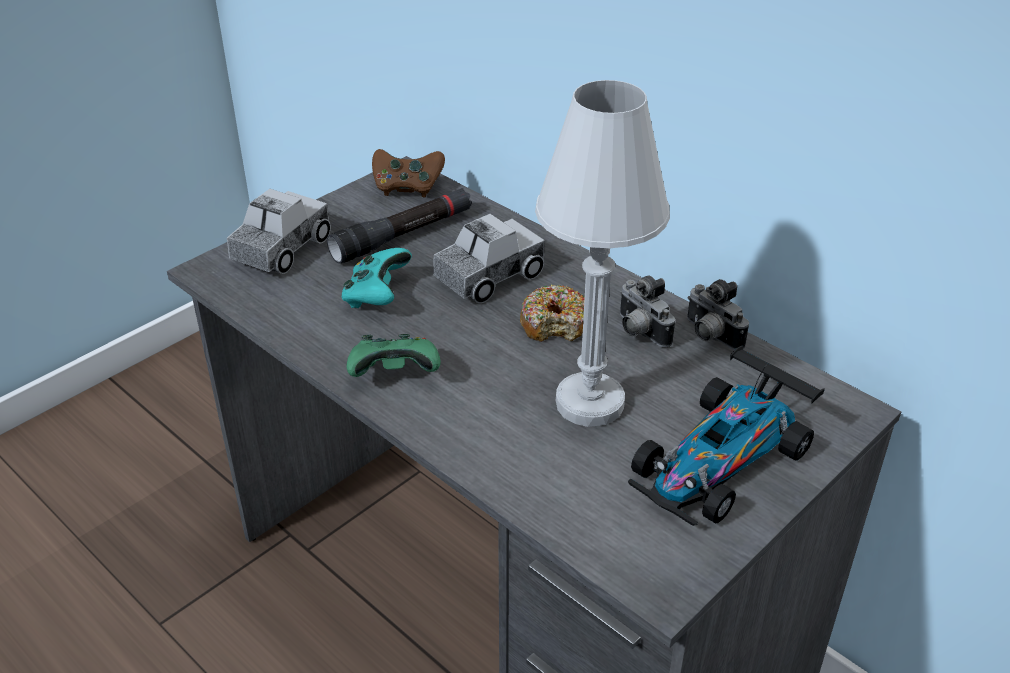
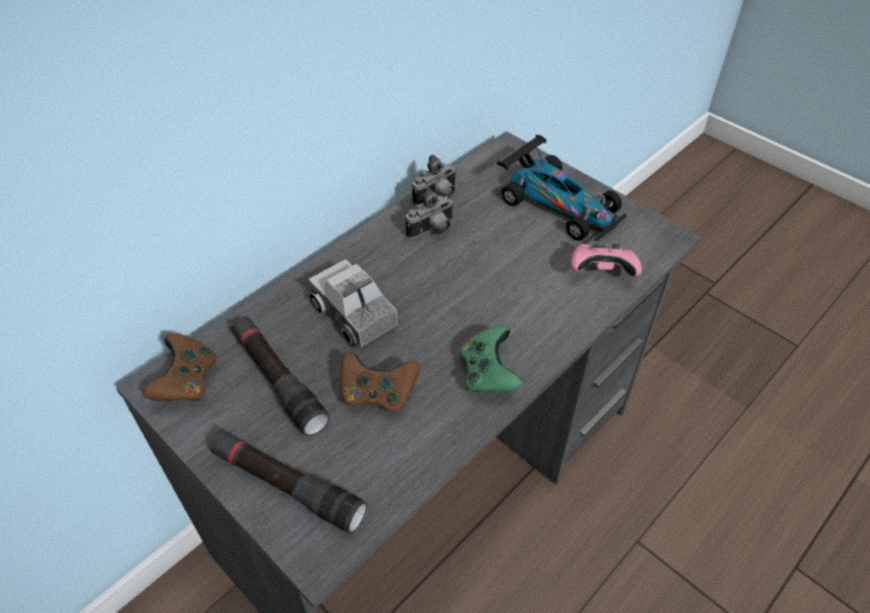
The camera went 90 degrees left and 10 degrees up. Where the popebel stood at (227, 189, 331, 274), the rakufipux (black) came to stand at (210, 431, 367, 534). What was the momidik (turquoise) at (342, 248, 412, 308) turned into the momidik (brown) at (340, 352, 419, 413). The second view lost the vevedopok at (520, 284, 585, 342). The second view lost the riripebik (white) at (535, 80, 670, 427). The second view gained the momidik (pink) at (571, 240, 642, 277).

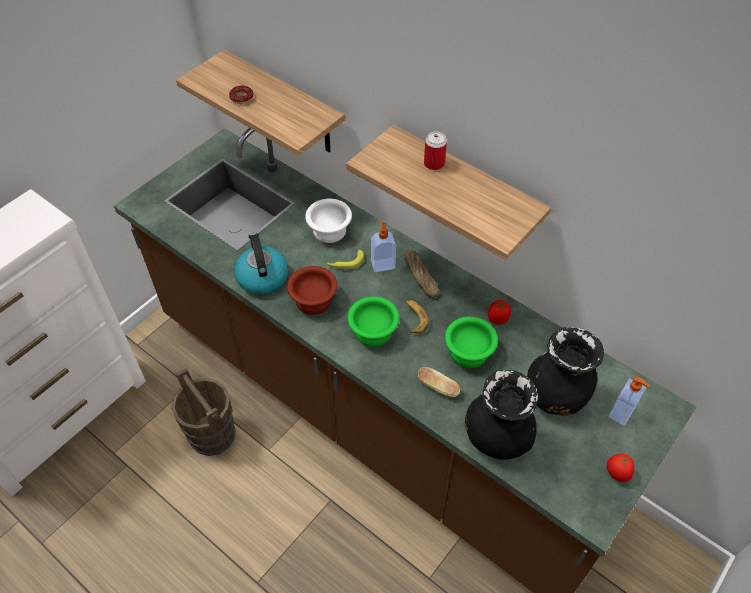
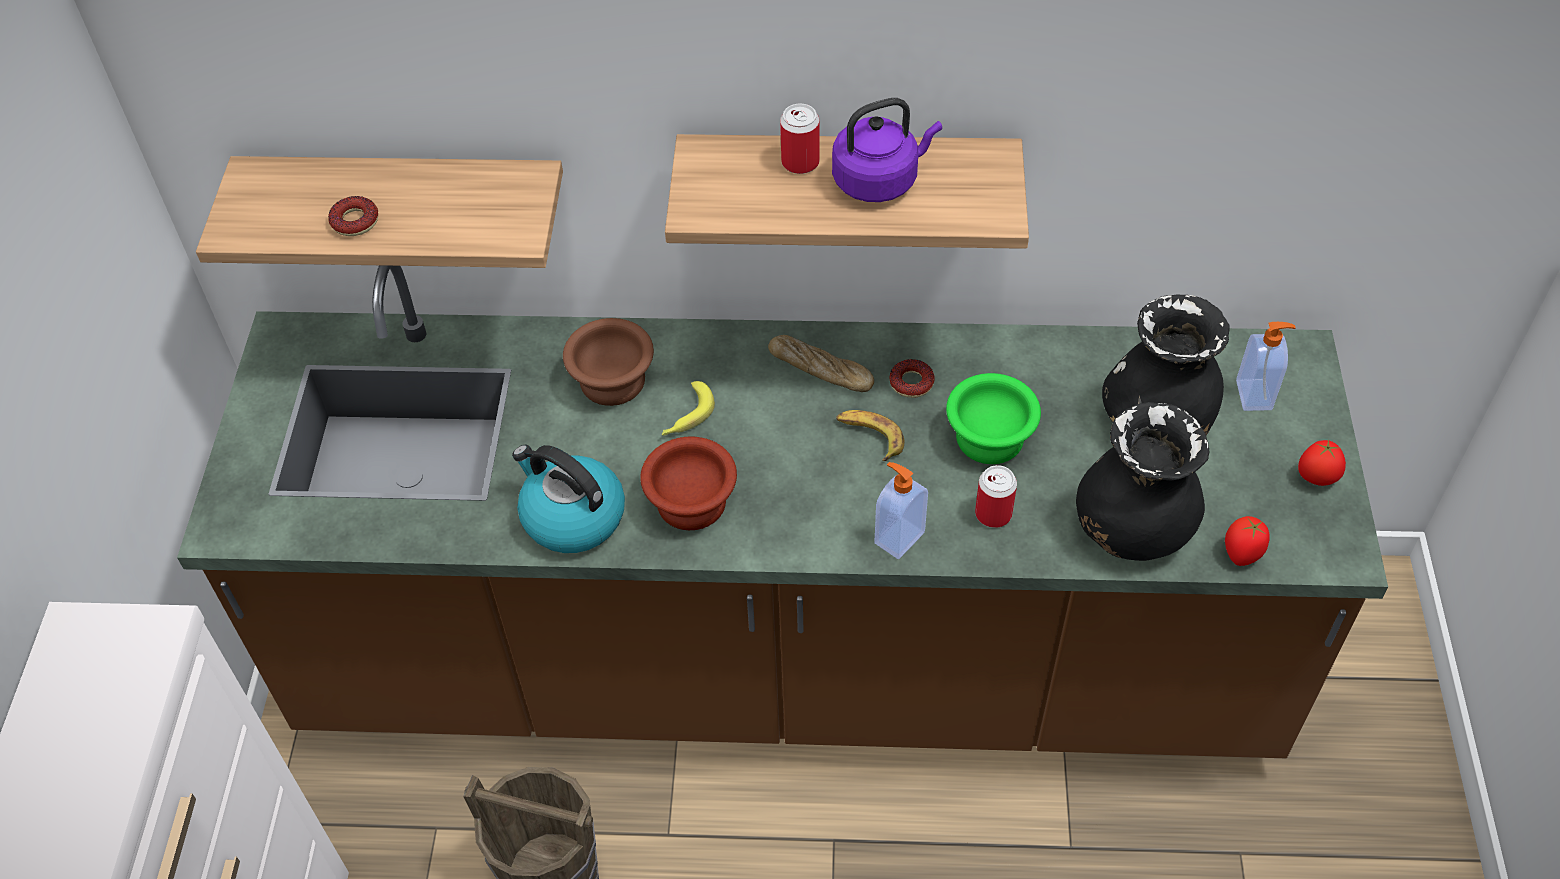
The camera went 35 degrees left and 0 degrees up. What was the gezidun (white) at (305, 199, 352, 243) turned into the gezidun (brown) at (563, 318, 654, 406). The second view lost the gezidun (green) at (347, 296, 399, 347). The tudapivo ended up elsewhere, having gone from (371, 222, 396, 272) to (875, 462, 928, 559). Where the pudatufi stood at (418, 367, 460, 397), the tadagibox came to stand at (975, 465, 1017, 528). The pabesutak ended up elsewhere, having gone from (488, 300, 511, 325) to (1225, 516, 1270, 566). The second view gained the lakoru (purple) at (832, 98, 942, 202). The second view gained the vevedopok at (889, 359, 935, 398).

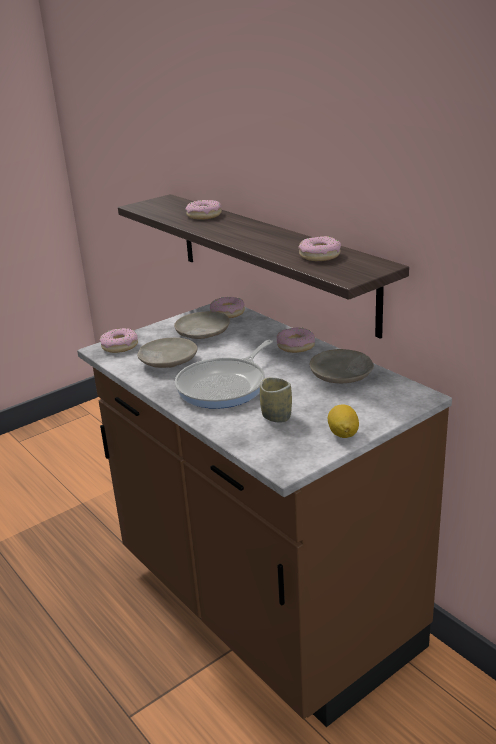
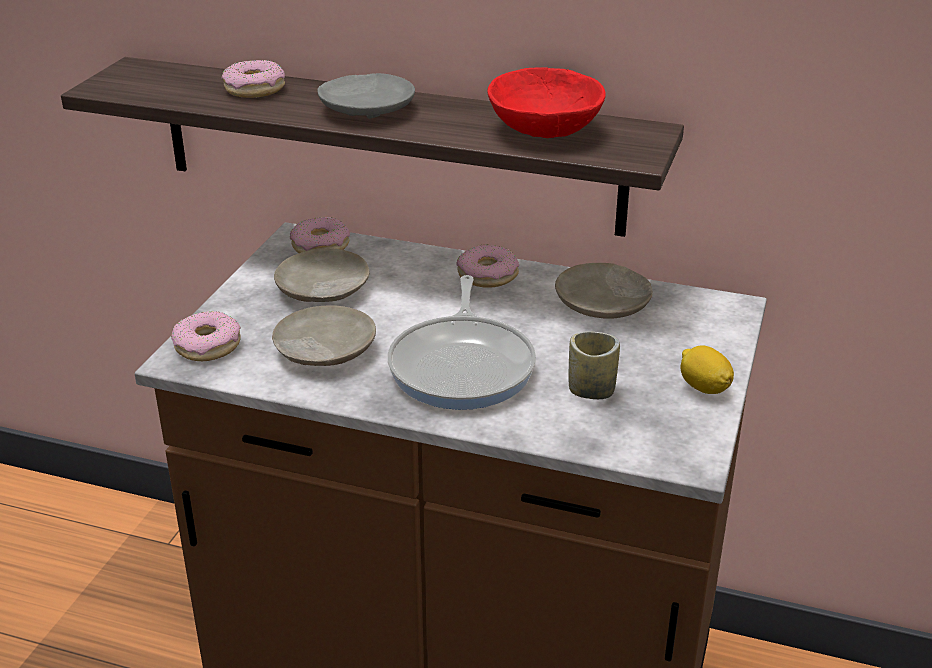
The camera went 35 degrees left and 5 degrees up. Where the vevedopok stood at (298, 236, 341, 261), the gezidun (red) came to stand at (488, 67, 606, 138). The second view gained the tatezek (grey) at (317, 73, 415, 119).

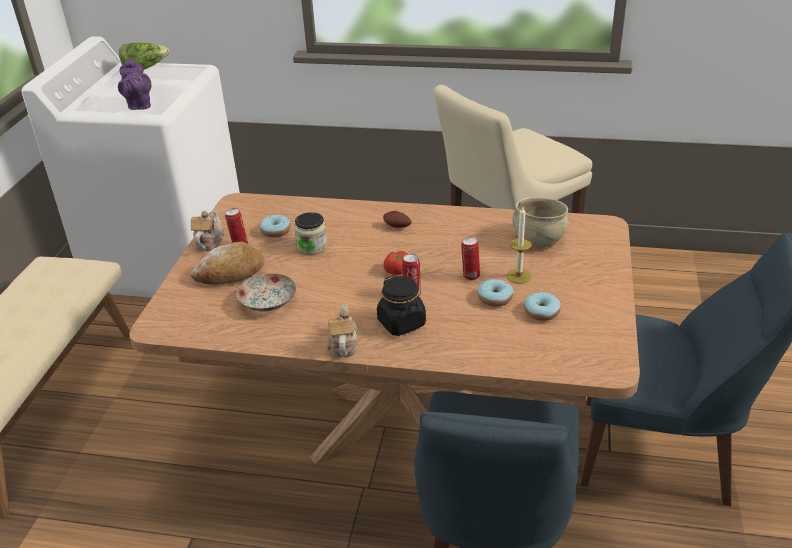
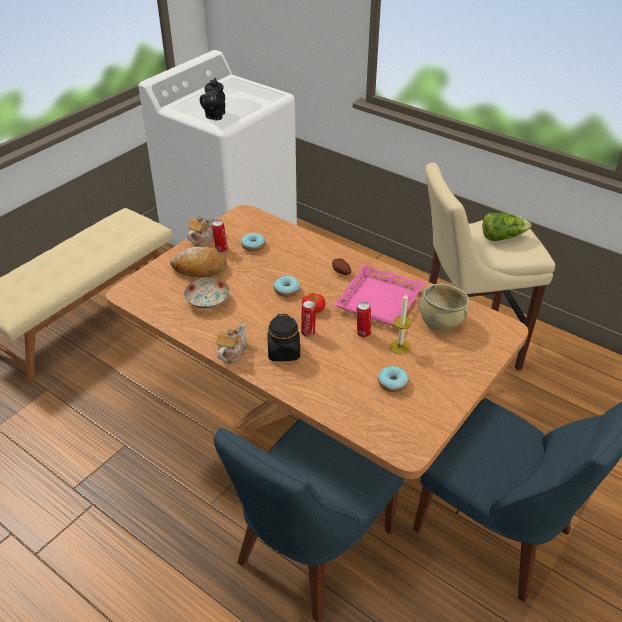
The camera went 25 degrees right and 5 degrees up. What was the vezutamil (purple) at (118, 58, 151, 110) turned into the vezutamil (black) at (200, 78, 225, 121). The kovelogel ended up elsewhere, having gone from (119, 42, 169, 70) to (483, 213, 531, 241). The second view lost the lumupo at (294, 212, 328, 255). The vevedopok ended up elsewhere, having gone from (478, 279, 513, 307) to (274, 276, 300, 297). The second view gained the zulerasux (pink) at (333, 264, 426, 326).

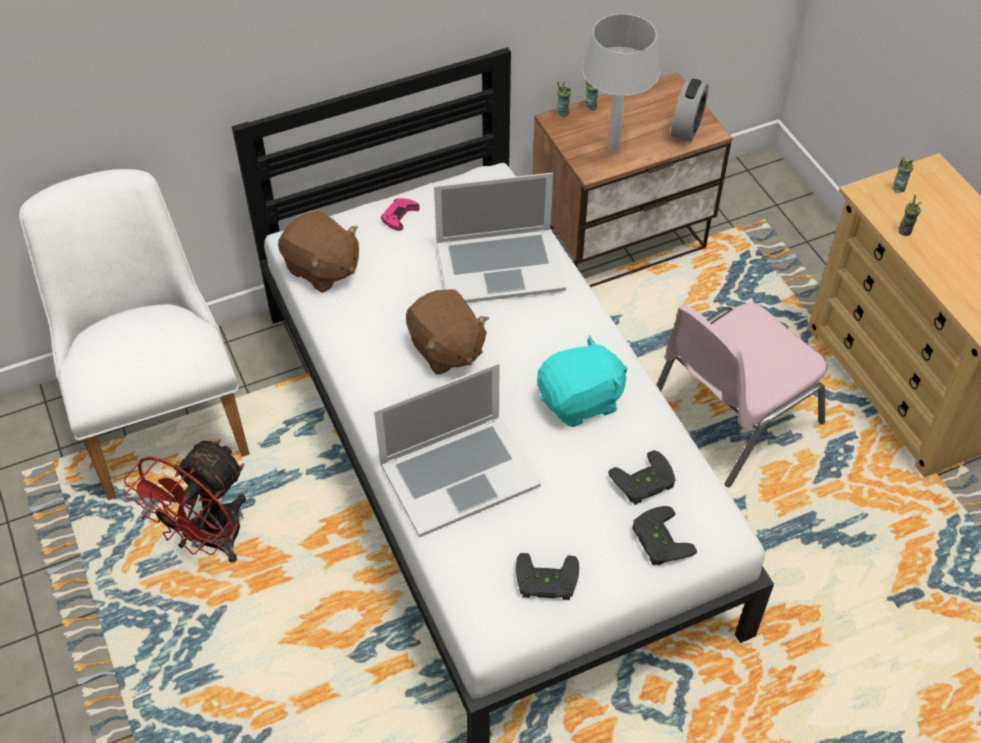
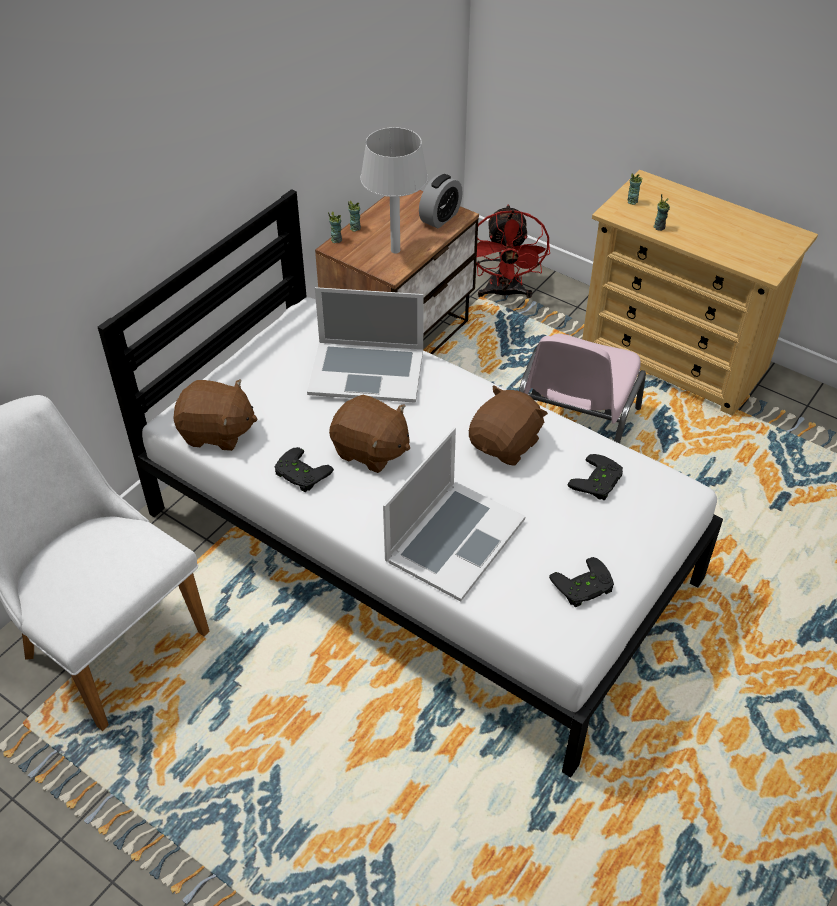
The camera went 30 degrees left and 5 degrees down. The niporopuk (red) ended up elsewhere, having gone from (124, 439, 246, 563) to (476, 205, 550, 299). The second view lost the momidik (pink) at (381, 198, 420, 231). The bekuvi at (434, 173, 566, 303) ended up facing another way, 45 degrees clockwise from before. What was the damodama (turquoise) at (537, 335, 627, 427) turned into the damodama (brown) at (469, 385, 548, 466). The momidik (black) ended up elsewhere, having gone from (632, 506, 697, 565) to (275, 447, 334, 492). The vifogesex at (671, 79, 709, 142) ended up facing another way, 45 degrees clockwise from before.

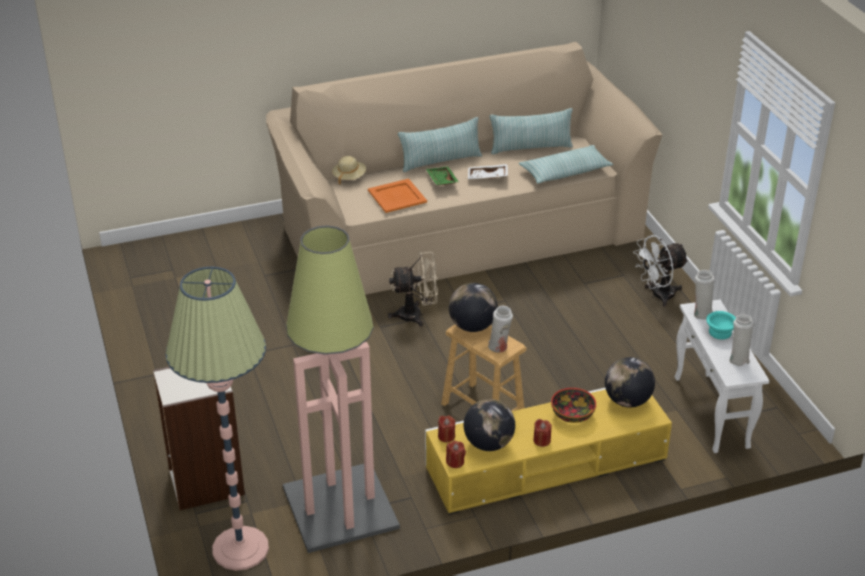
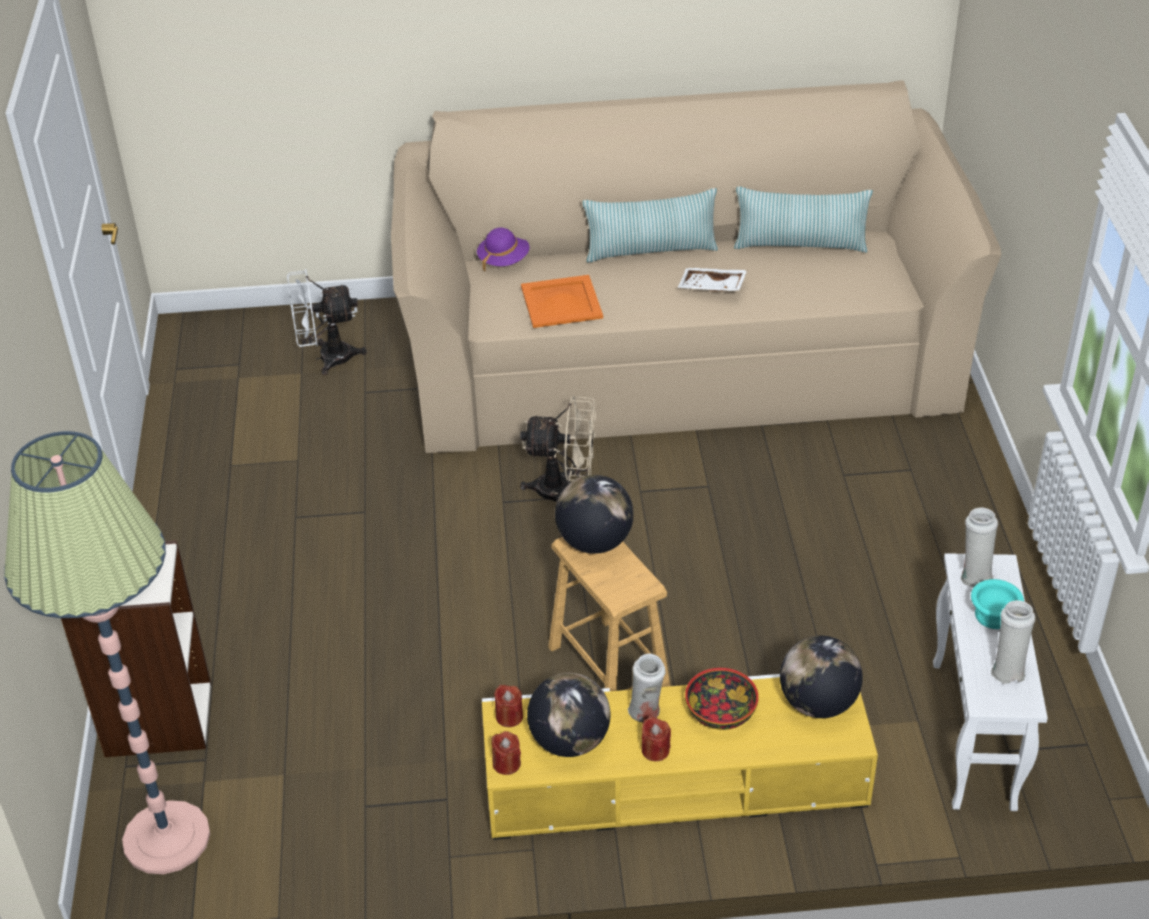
The camera went 15 degrees right and 5 degrees up. The second view lost the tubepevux at (283, 225, 400, 553). What was the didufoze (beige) at (332, 156, 366, 185) turned into the didufoze (purple) at (477, 228, 530, 272). The second view lost the zulerasux (green) at (426, 166, 459, 186). The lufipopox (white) ended up elsewhere, having gone from (488, 306, 513, 352) to (628, 653, 666, 722). The second view lost the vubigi at (519, 145, 613, 183). The niporopuk (white) ended up elsewhere, having gone from (633, 235, 689, 307) to (287, 269, 367, 375).

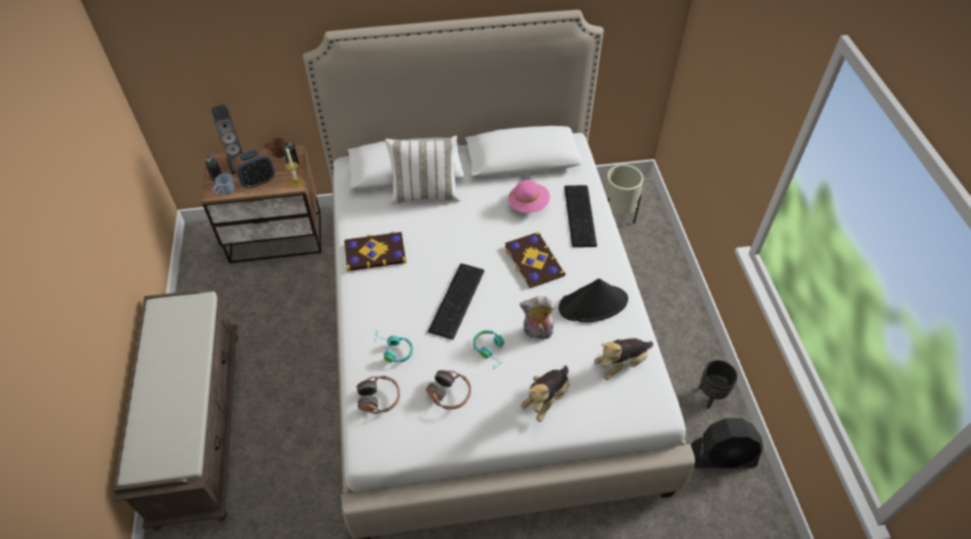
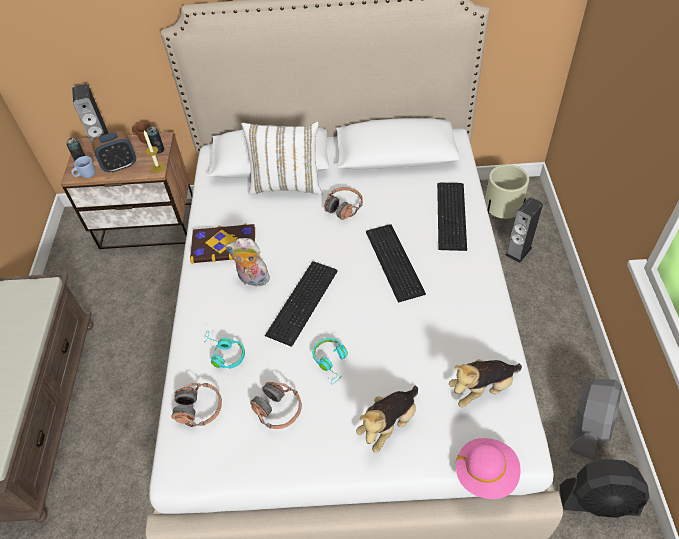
The camera went 10 degrees right and 0 degrees up. Where the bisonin stood at (505, 232, 565, 288), the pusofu came to stand at (366, 224, 426, 303). The didufoze (pink) ended up elsewhere, having gone from (508, 180, 550, 213) to (455, 438, 521, 499). The damodama ended up elsewhere, having gone from (520, 296, 555, 340) to (225, 238, 270, 287). The second view lost the didufoze (black) at (558, 278, 628, 322). Where the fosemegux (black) stood at (699, 360, 738, 409), the niporopuk (grey) came to stand at (570, 379, 622, 460). The second view gained the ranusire at (324, 187, 363, 220). The second view gained the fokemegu at (505, 197, 543, 263).

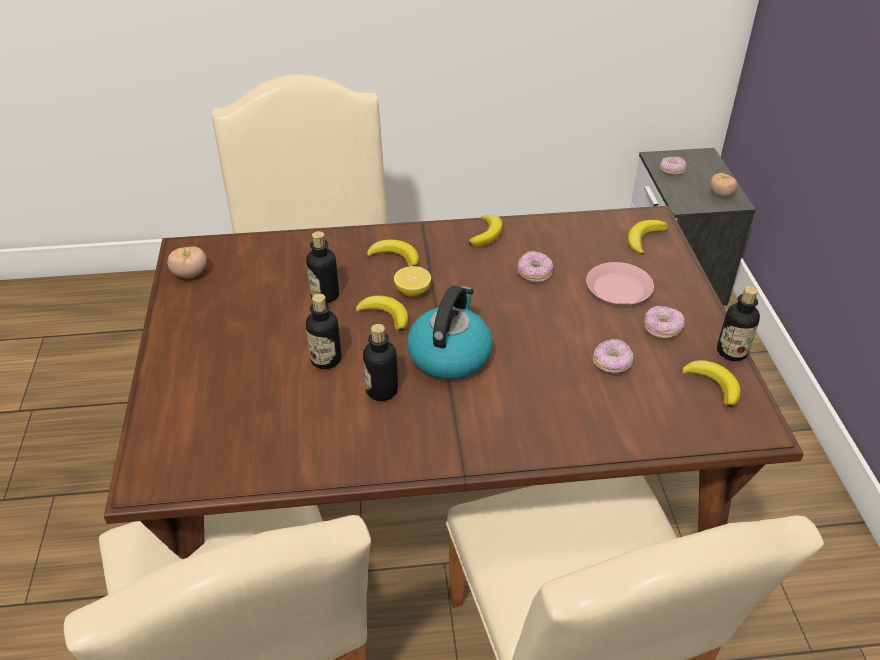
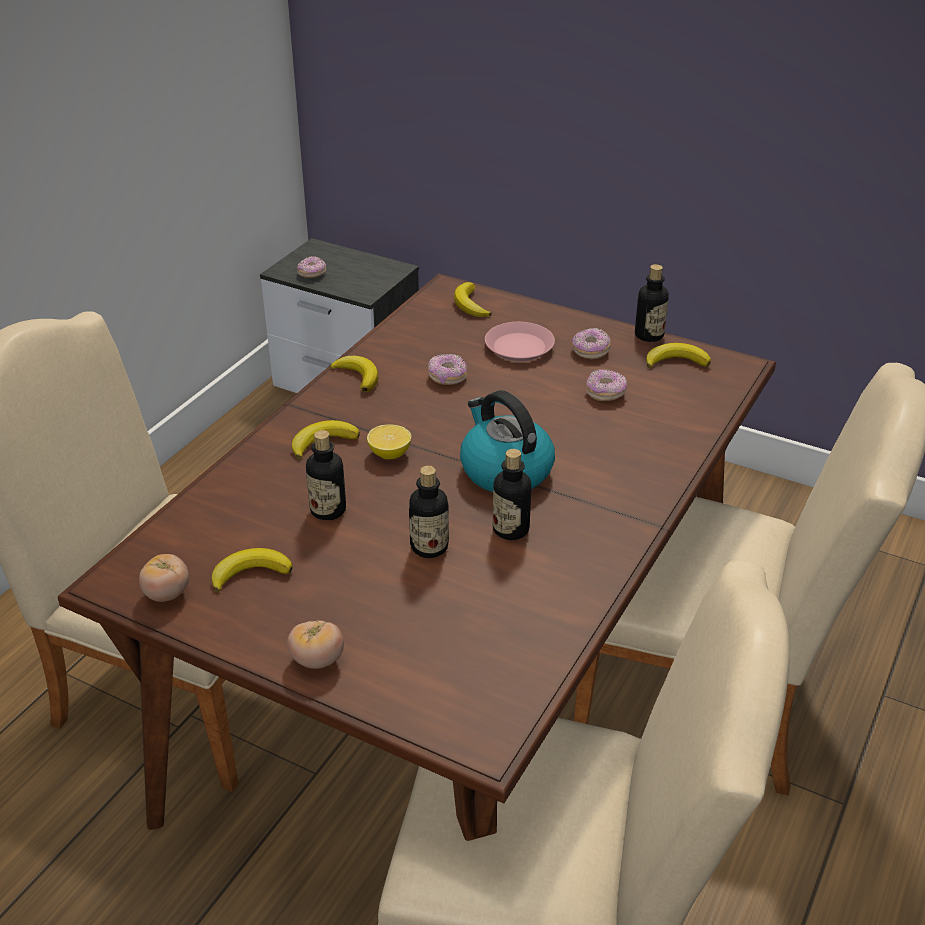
The camera went 55 degrees left and 5 degrees down. The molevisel ended up elsewhere, having gone from (355, 296, 408, 332) to (212, 548, 293, 593). The pabesutak ended up elsewhere, having gone from (710, 173, 738, 197) to (287, 620, 344, 669).

